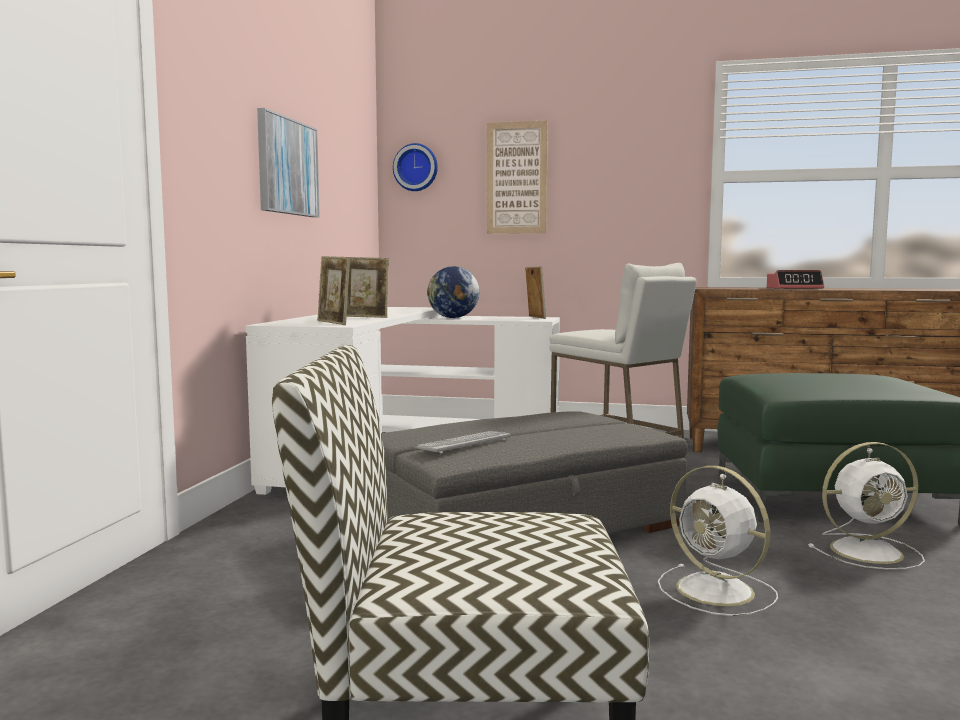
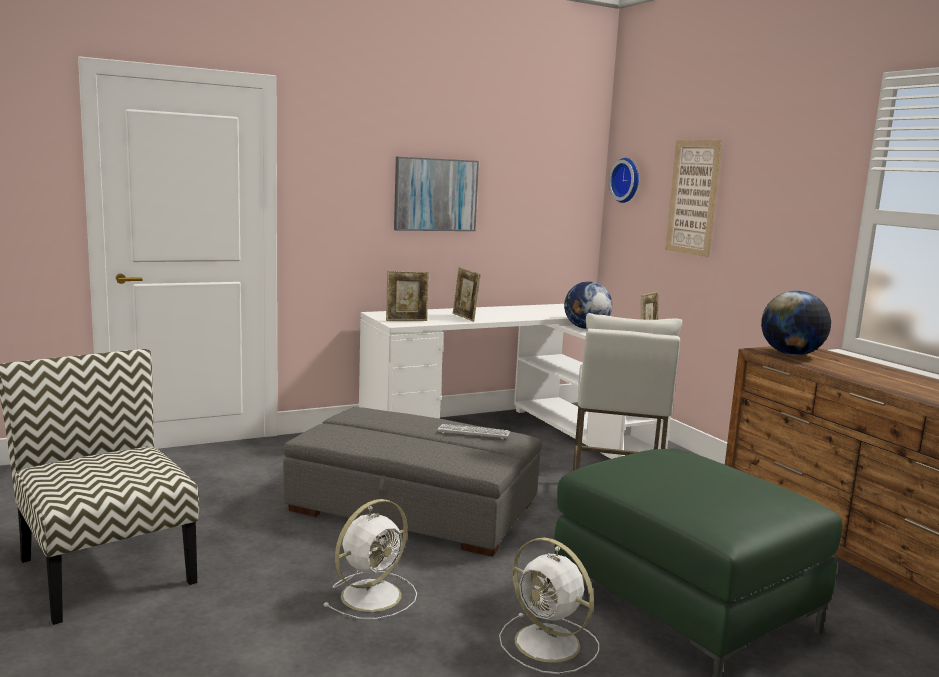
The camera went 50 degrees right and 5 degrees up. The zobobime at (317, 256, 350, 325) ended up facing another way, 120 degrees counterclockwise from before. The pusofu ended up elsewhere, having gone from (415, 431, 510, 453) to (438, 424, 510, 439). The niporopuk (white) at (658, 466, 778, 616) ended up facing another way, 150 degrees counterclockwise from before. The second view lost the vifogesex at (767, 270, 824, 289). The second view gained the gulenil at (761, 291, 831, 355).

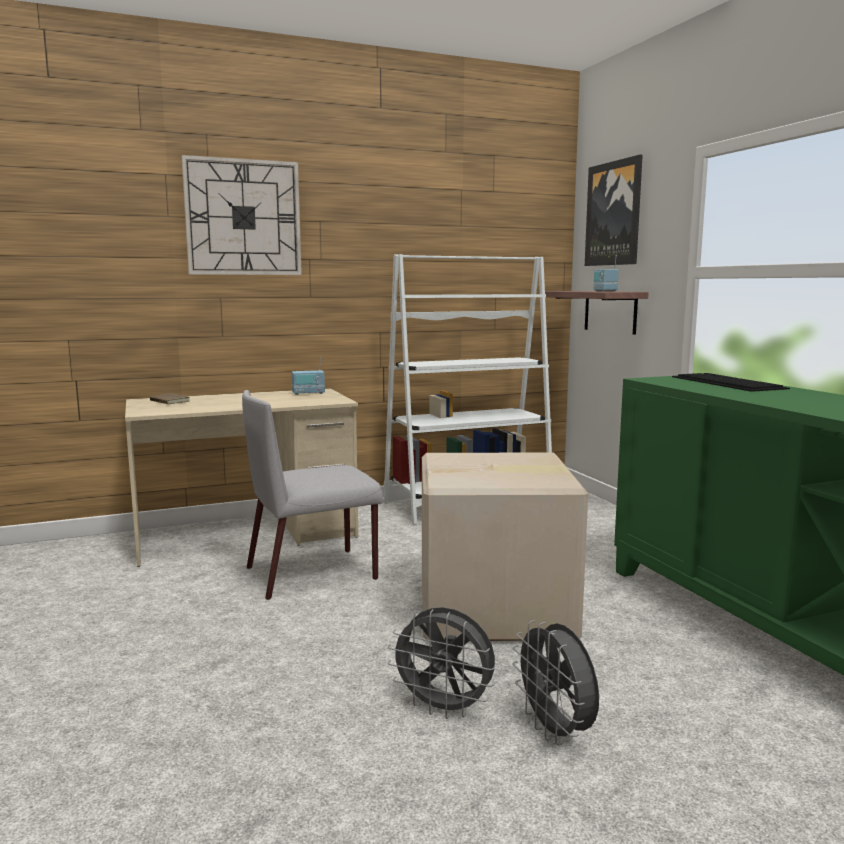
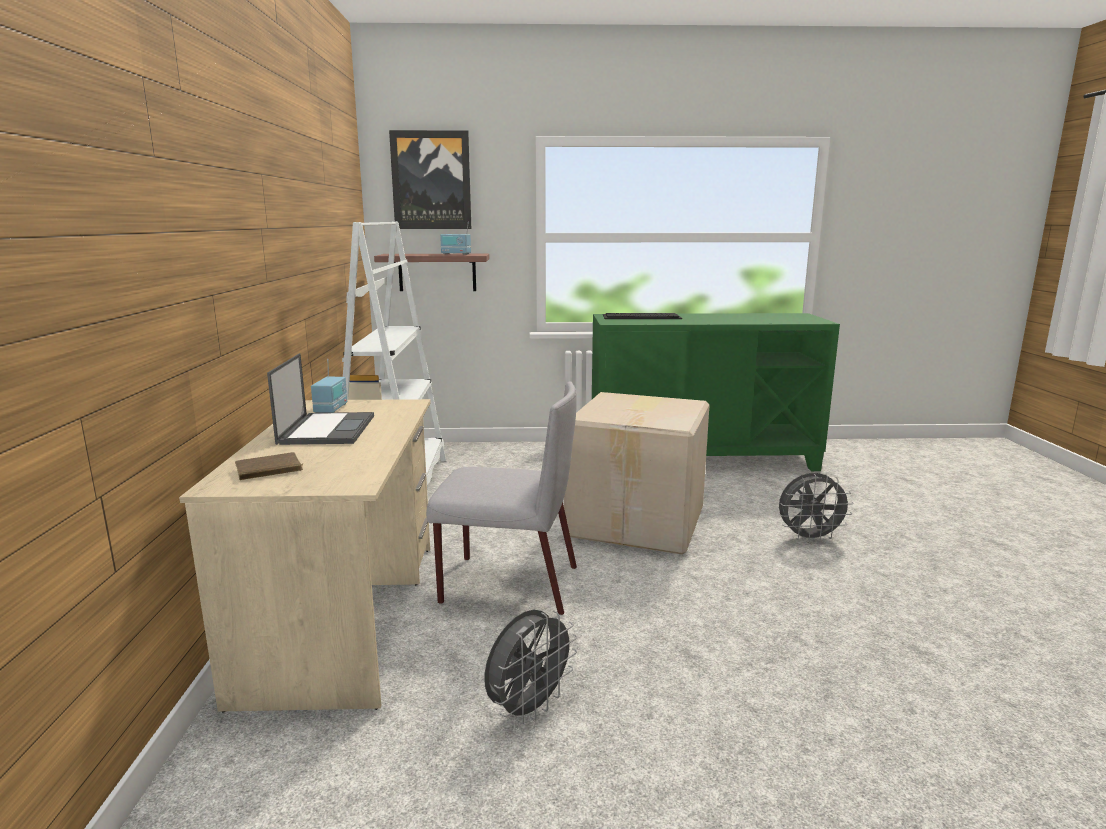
The camera went 70 degrees left and 5 degrees up. The second view lost the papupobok at (181, 155, 302, 275). The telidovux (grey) at (242, 390, 383, 600) ended up facing another way, 75 degrees counterclockwise from before. The niporopuk (grey) ended up elsewhere, having gone from (388, 607, 495, 719) to (484, 609, 577, 725). The second view gained the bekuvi at (267, 353, 374, 445).

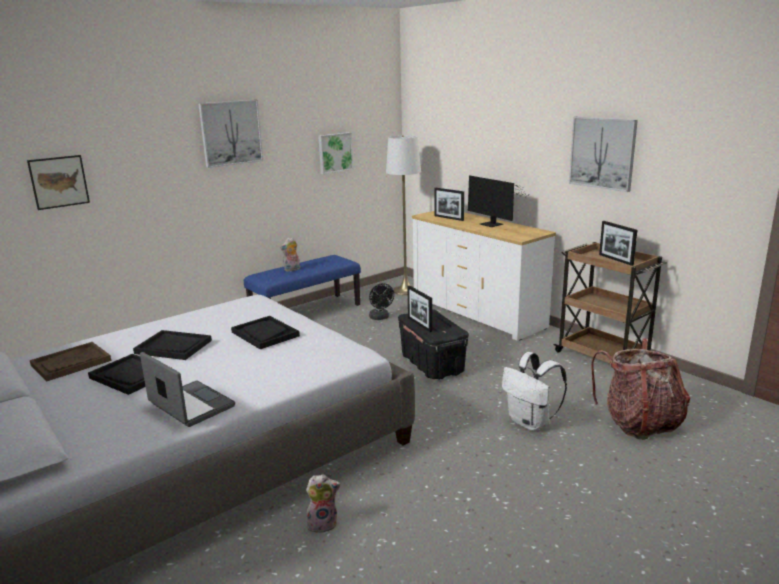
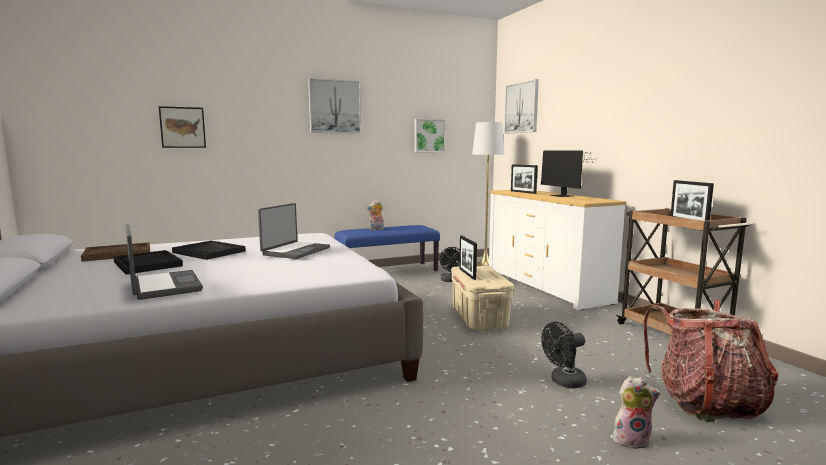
The camera went 15 degrees right and 10 degrees down. Where the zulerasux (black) stood at (231, 316, 300, 349), the bekuvi came to stand at (258, 203, 330, 259). The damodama ended up elsewhere, having gone from (306, 474, 340, 534) to (613, 376, 661, 449). What was the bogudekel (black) at (398, 309, 469, 379) turned into the bogudekel (beige) at (451, 266, 514, 331). Where the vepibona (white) stood at (502, 352, 567, 431), the niporopuk (black) came to stand at (541, 322, 587, 388). The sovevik ended up elsewhere, having gone from (569, 117, 638, 192) to (504, 79, 539, 134).

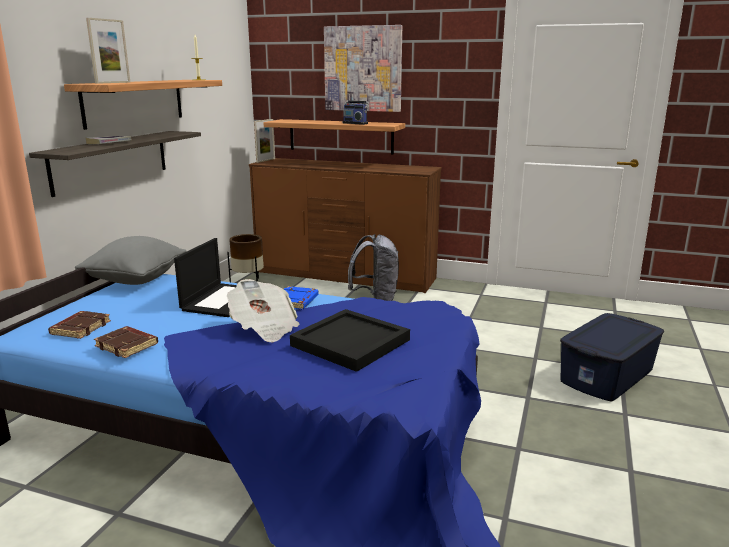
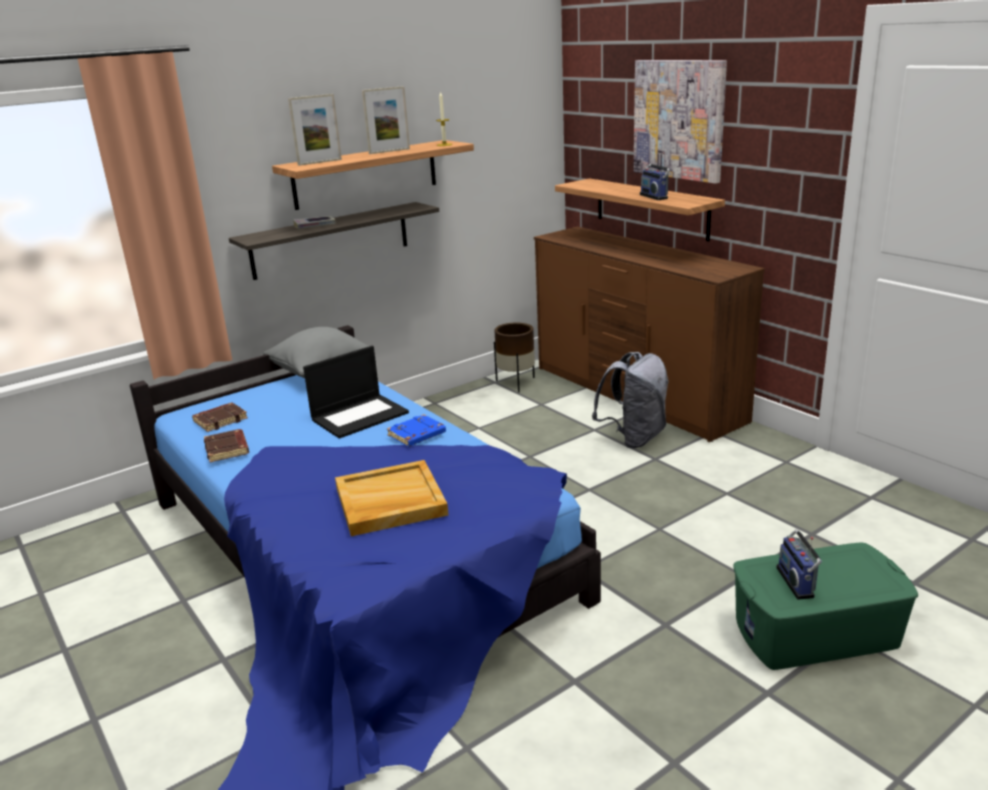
The camera went 35 degrees right and 5 degrees up. The second view lost the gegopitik at (227, 279, 300, 343). The zobobime ended up elsewhere, having gone from (254, 119, 275, 163) to (362, 86, 410, 154). What was the zulerasux (black) at (290, 309, 410, 372) turned into the zulerasux (beige) at (335, 460, 448, 536). What was the bogudekel (blue) at (560, 313, 664, 402) turned into the bogudekel (green) at (733, 542, 918, 670). The second view gained the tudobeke at (776, 529, 822, 600).

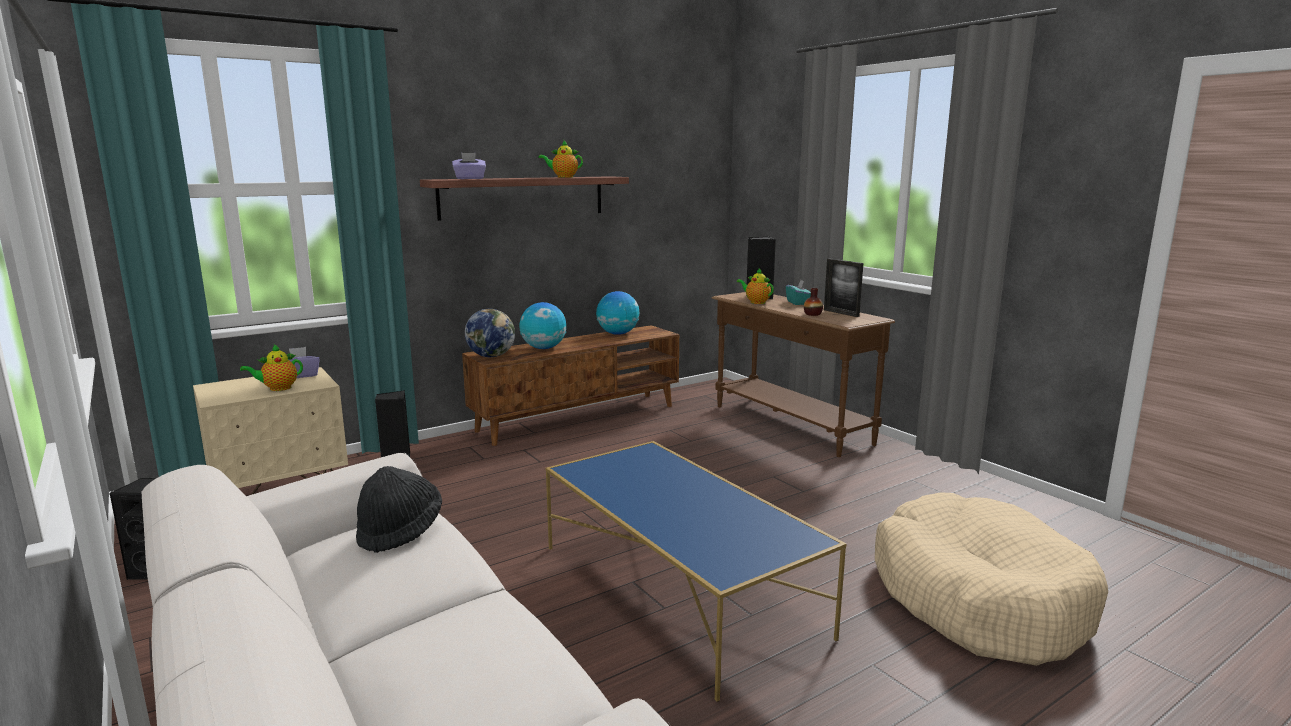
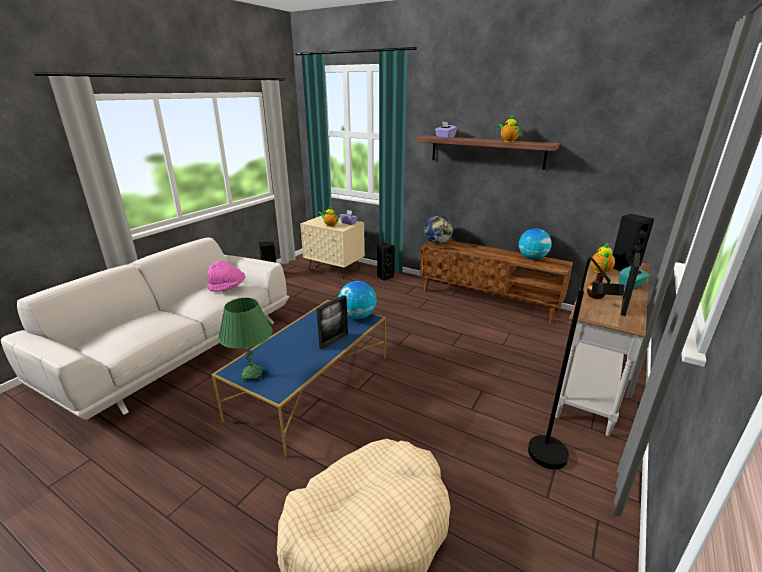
The camera went 65 degrees right and 10 degrees up. What was the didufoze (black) at (356, 466, 442, 553) turned into the didufoze (pink) at (207, 261, 245, 292). The gulenil ended up elsewhere, having gone from (519, 302, 566, 349) to (338, 281, 377, 320). What was the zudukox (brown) at (712, 292, 895, 457) turned into the zudukox (white) at (555, 263, 649, 436). The second view gained the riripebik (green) at (218, 298, 273, 382). The second view gained the zobobime at (316, 295, 348, 350). The second view gained the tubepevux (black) at (528, 257, 625, 469).

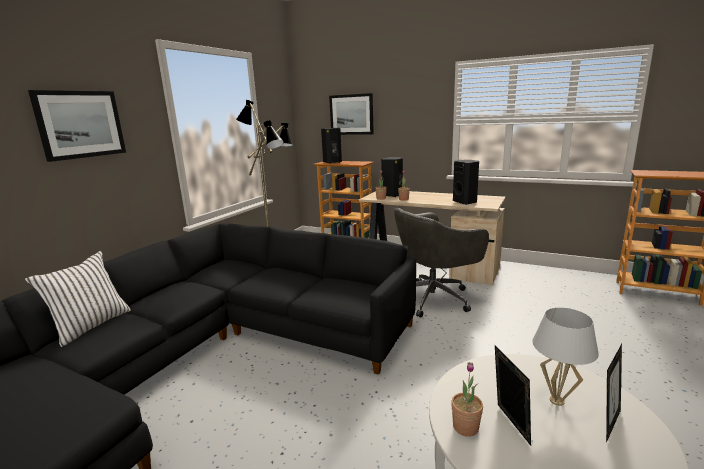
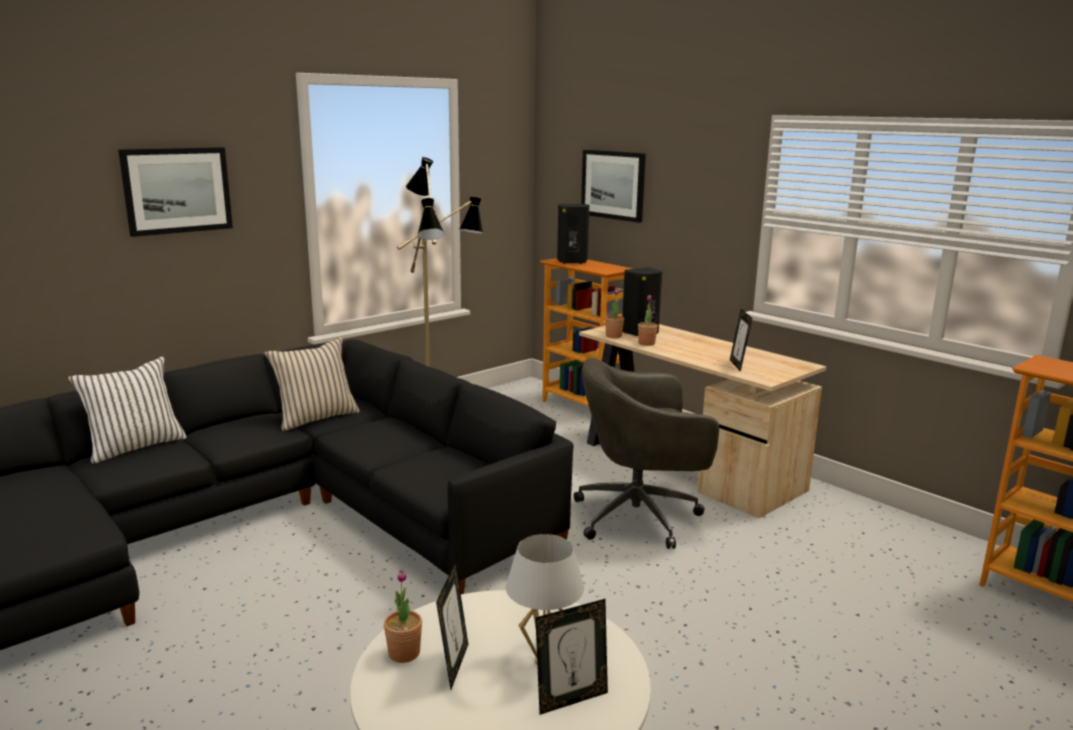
The camera went 20 degrees right and 0 degrees up. Where the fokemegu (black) stood at (453, 160, 479, 205), the zobobime came to stand at (730, 309, 753, 372). The second view gained the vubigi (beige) at (265, 337, 360, 431).

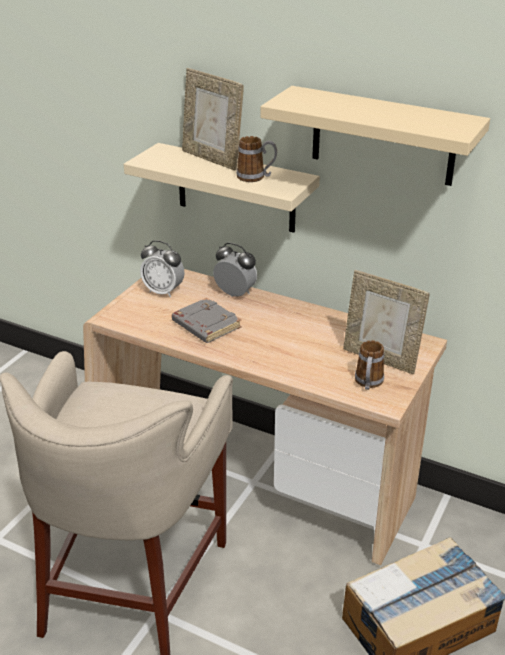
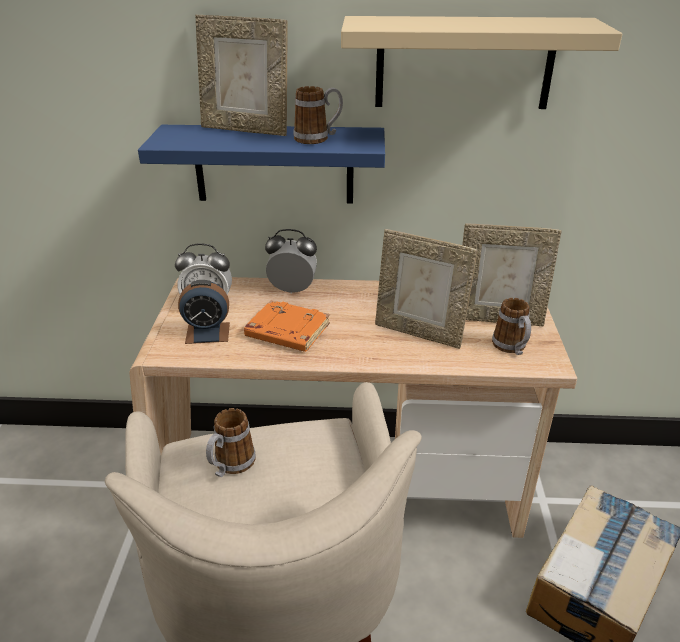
The camera went 25 degrees left and 0 degrees up. What was the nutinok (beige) at (124, 143, 320, 233) turned into the nutinok (blue) at (138, 125, 385, 203). What was the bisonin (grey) at (172, 298, 242, 343) turned into the bisonin (orange) at (244, 300, 330, 352). The second view gained the vifogesex at (178, 280, 230, 344). The second view gained the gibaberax at (206, 408, 256, 477). The second view gained the zobobime at (375, 229, 478, 349).

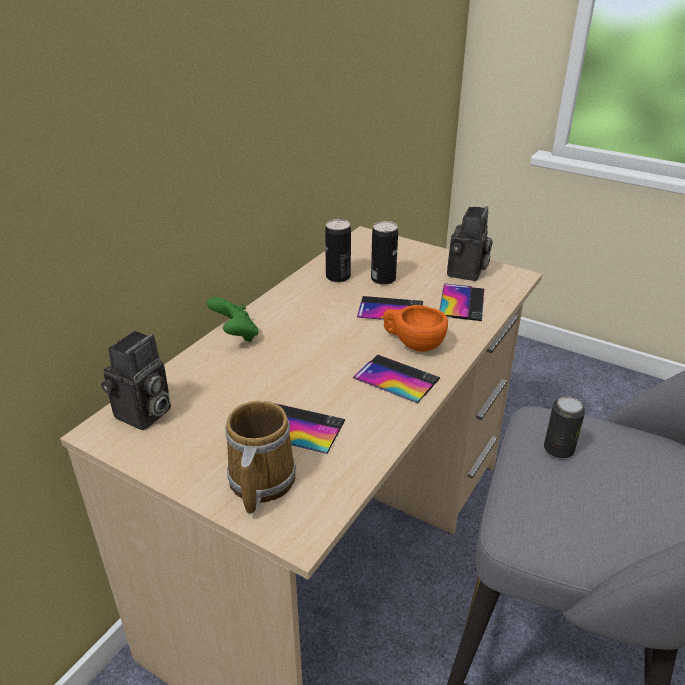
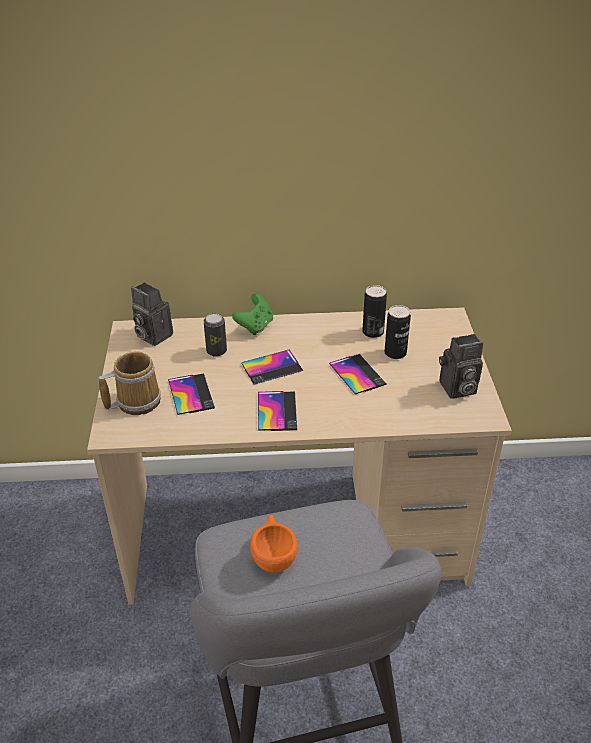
The camera went 55 degrees right and 5 degrees up. The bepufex at (101, 331, 171, 430) ended up facing another way, 45 degrees clockwise from before. The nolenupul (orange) ended up elsewhere, having gone from (383, 305, 448, 352) to (250, 515, 298, 573). The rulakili ended up elsewhere, having gone from (440, 284, 484, 321) to (241, 350, 303, 384). The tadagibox ended up elsewhere, having gone from (544, 397, 585, 459) to (204, 313, 227, 357).

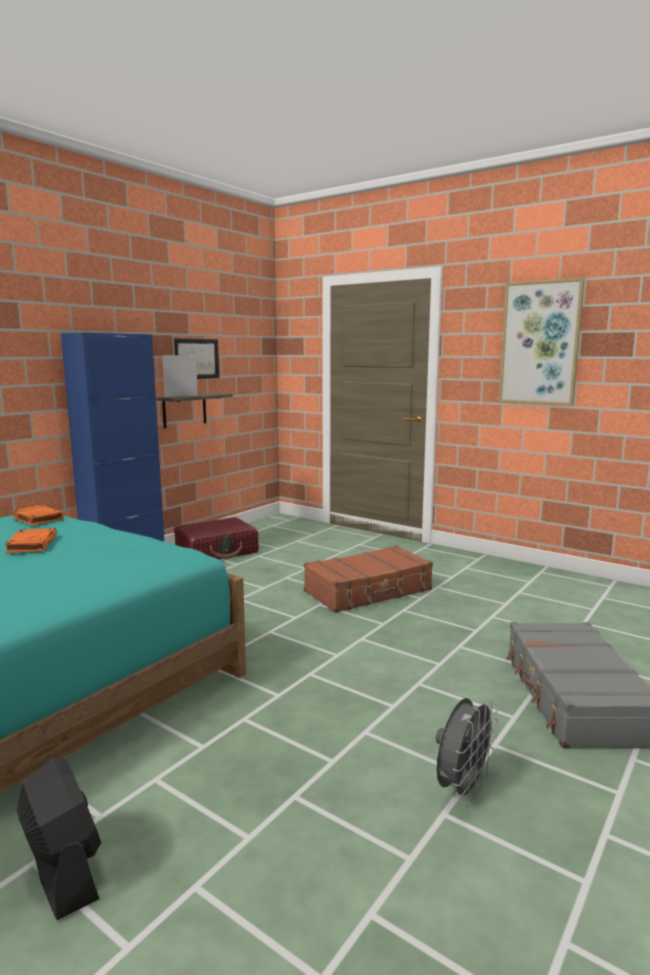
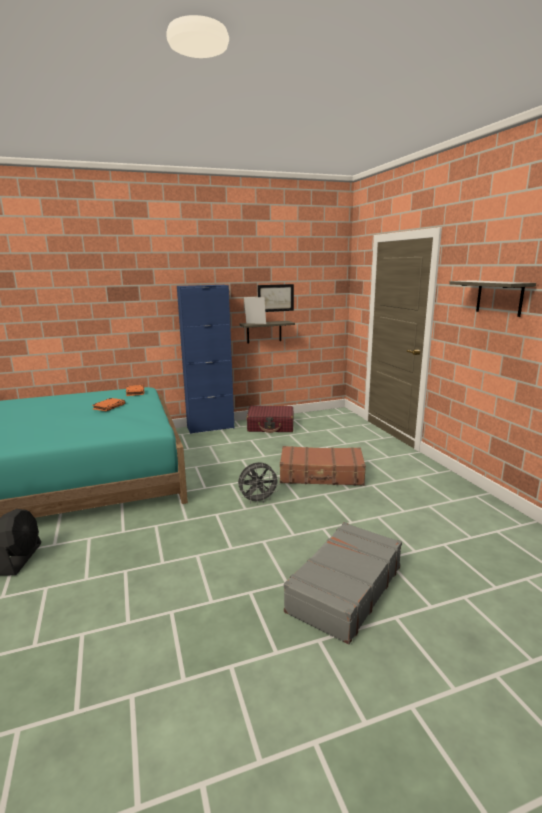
The camera went 35 degrees right and 5 degrees up. The niporopuk (grey) ended up elsewhere, having gone from (436, 698, 499, 804) to (238, 462, 280, 504). Where the sovevik hung at (499, 278, 585, 405), the nutinok came to hang at (449, 280, 536, 317).

